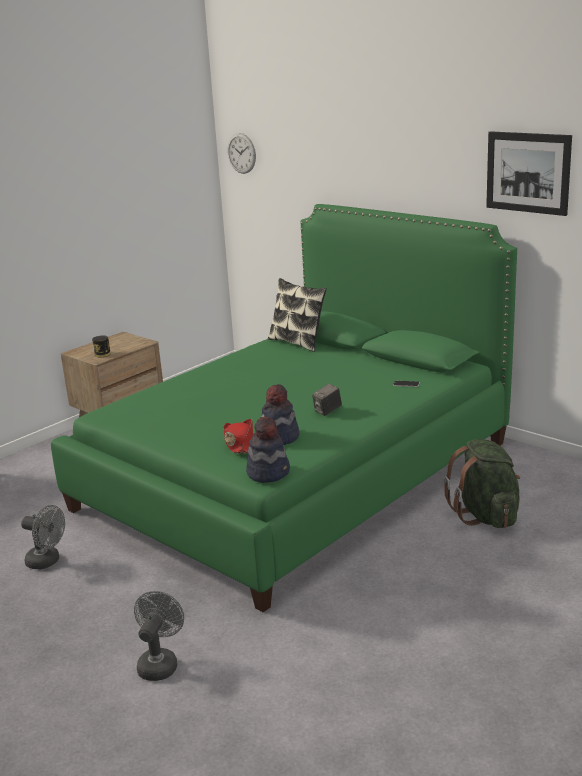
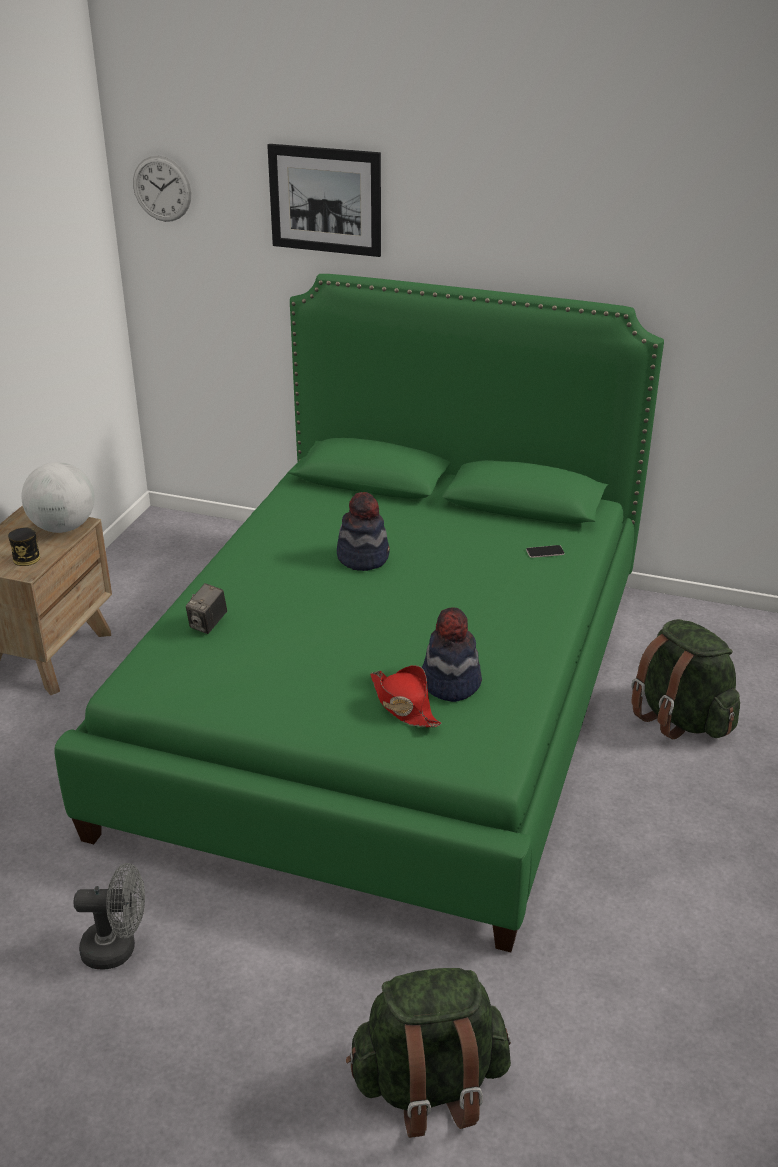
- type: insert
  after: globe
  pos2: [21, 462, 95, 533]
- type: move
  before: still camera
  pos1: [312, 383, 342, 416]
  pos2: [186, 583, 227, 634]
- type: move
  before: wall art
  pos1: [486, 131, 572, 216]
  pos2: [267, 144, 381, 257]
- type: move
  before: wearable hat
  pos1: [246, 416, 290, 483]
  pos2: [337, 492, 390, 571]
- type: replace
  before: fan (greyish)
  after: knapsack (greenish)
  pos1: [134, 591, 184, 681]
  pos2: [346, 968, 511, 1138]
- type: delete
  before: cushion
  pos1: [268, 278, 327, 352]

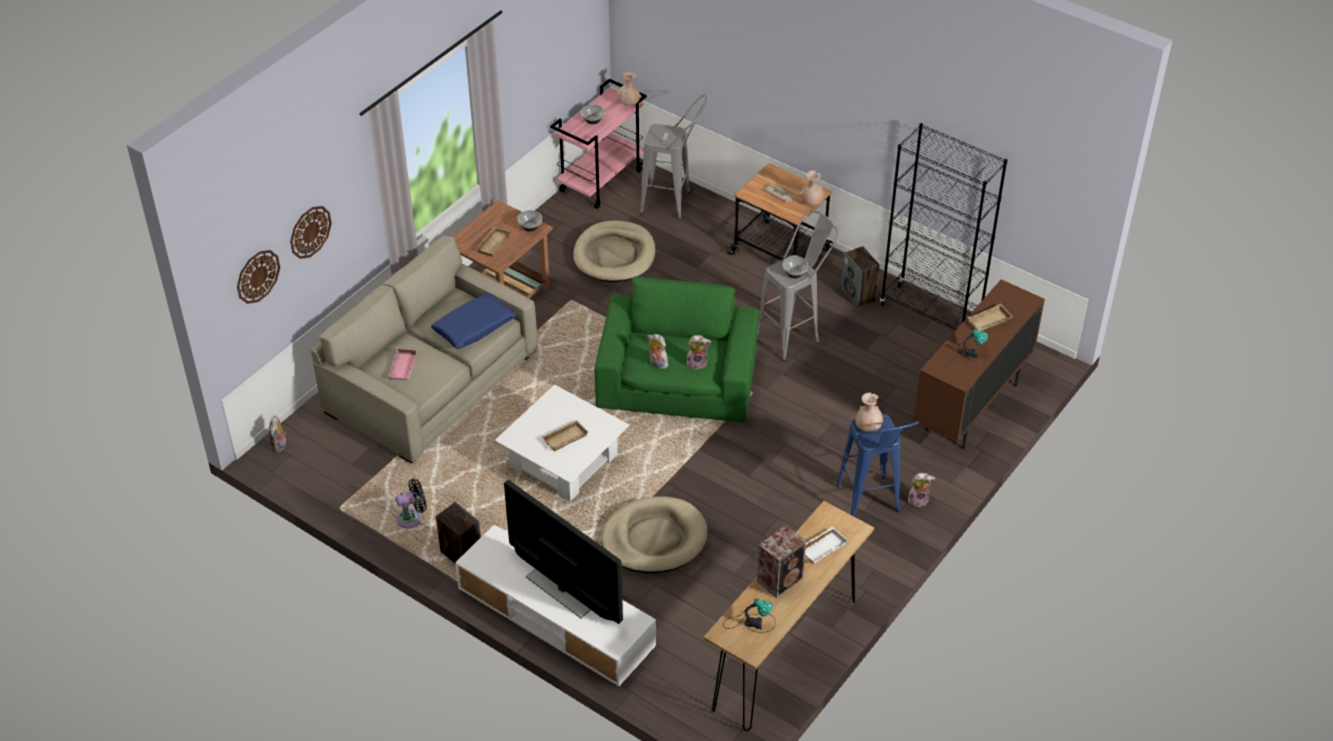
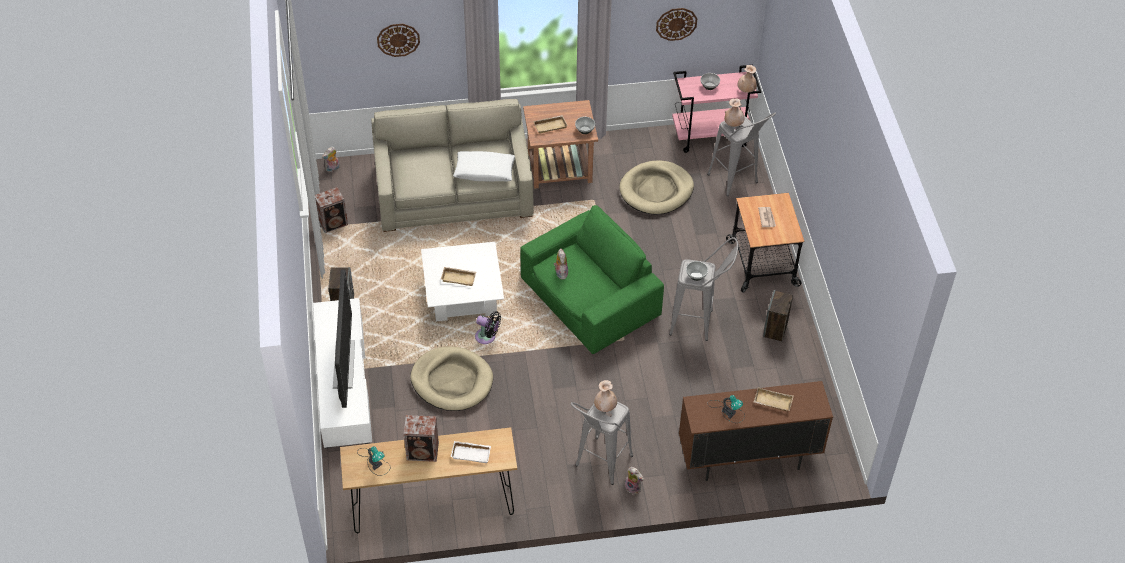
- type: insert
  after: loudspeaker
  pos2: [315, 187, 348, 233]
- type: recolor
  before: cushion (bluish)
  after: cushion (whitish)
  pos1: [431, 293, 516, 349]
  pos2: [453, 151, 515, 181]
- type: move
  before: fan (black-coloured)
  pos1: [395, 479, 427, 528]
  pos2: [475, 311, 501, 344]
- type: recolor
  before: sitting stool (bluish)
  after: sitting stool (greyish)
  pos1: [836, 414, 919, 516]
  pos2: [571, 401, 633, 485]
- type: move
  before: hanging clock
  pos1: [237, 250, 280, 304]
  pos2: [656, 8, 697, 41]
- type: move
  before: decorative vase (beige)
  pos1: [799, 170, 825, 205]
  pos2: [724, 98, 744, 127]
- type: delete
  before: carrying tray (pinkish)
  pos1: [388, 347, 418, 380]
- type: delete
  before: cuddly toy
  pos1: [687, 335, 711, 370]
- type: delete
  before: shelving unit (black-coloured)
  pos1: [880, 123, 1007, 330]

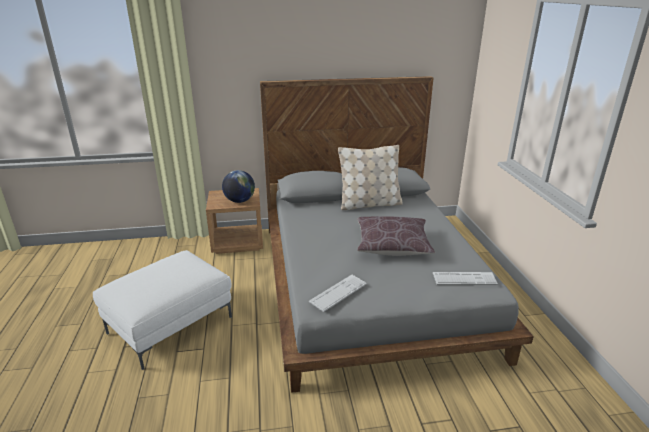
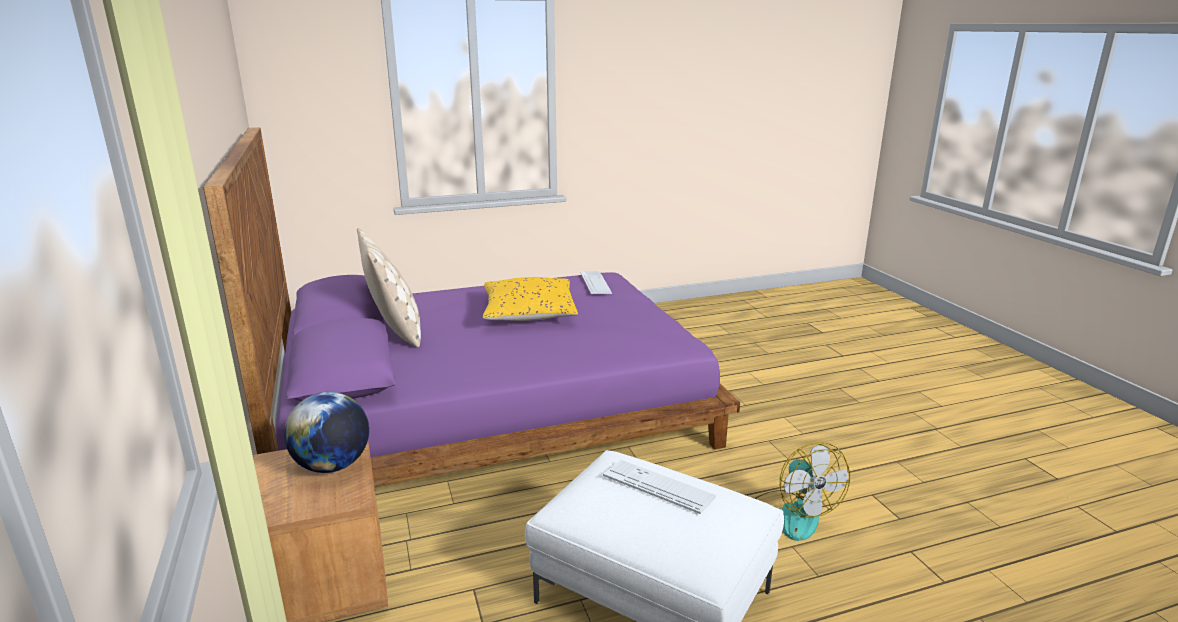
- type: recolor
  before: bed (greyish)
  after: bed (purple)
  pos1: [260, 76, 534, 393]
  pos2: [203, 127, 740, 487]
- type: recolor
  before: cushion (brownish)
  after: cushion (yellowish)
  pos1: [357, 216, 435, 256]
  pos2: [483, 277, 578, 321]
- type: move
  before: PC keyboard
  pos1: [309, 275, 367, 312]
  pos2: [603, 460, 716, 514]
- type: insert
  after: fan
  pos2: [754, 442, 850, 541]

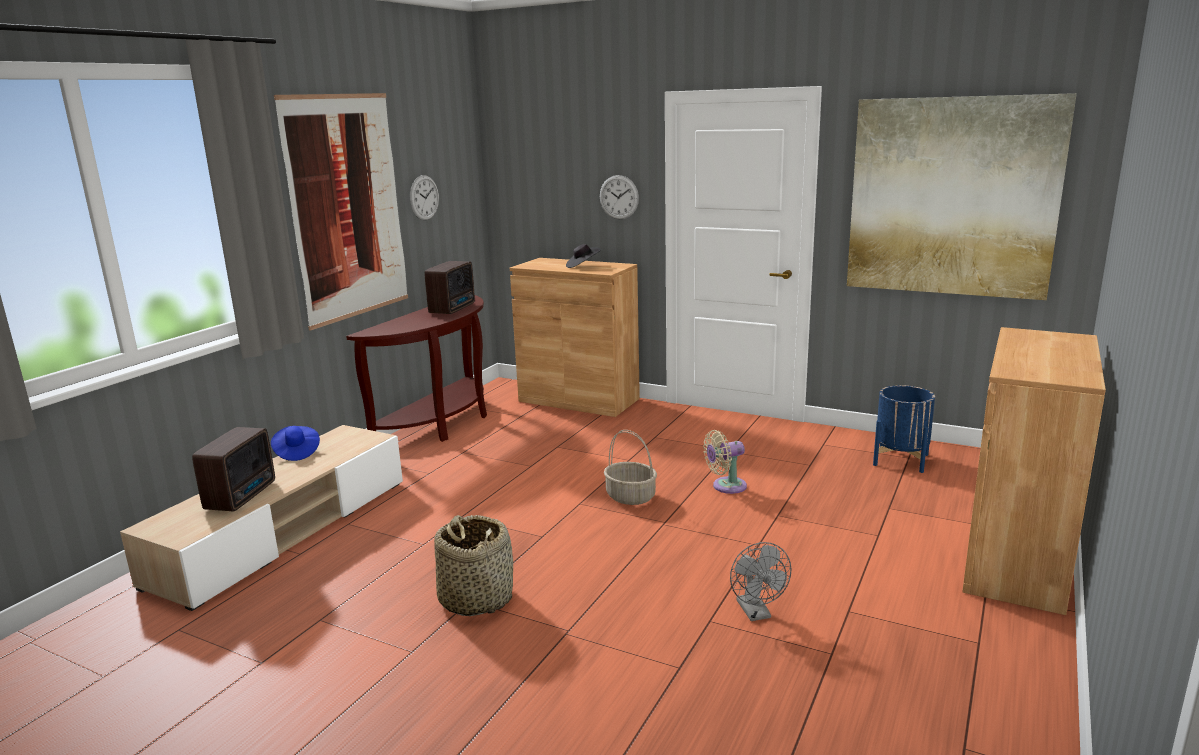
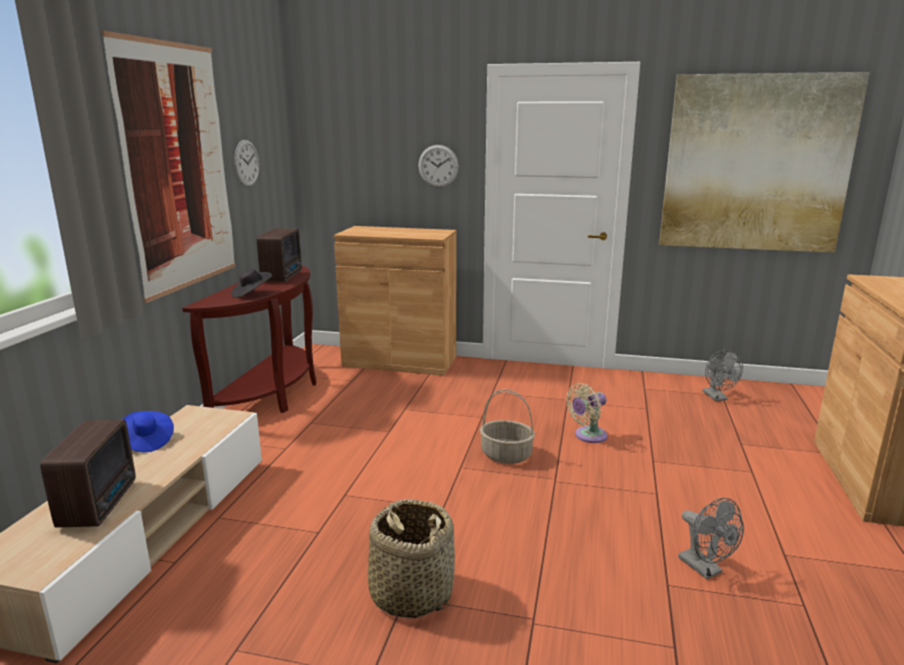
- type: move
  before: wearable hat (black-coloured)
  pos1: [566, 244, 601, 268]
  pos2: [231, 269, 272, 298]
- type: replace
  before: plant pot (bluish)
  after: fan (greyish)
  pos1: [873, 385, 935, 473]
  pos2: [702, 350, 743, 401]

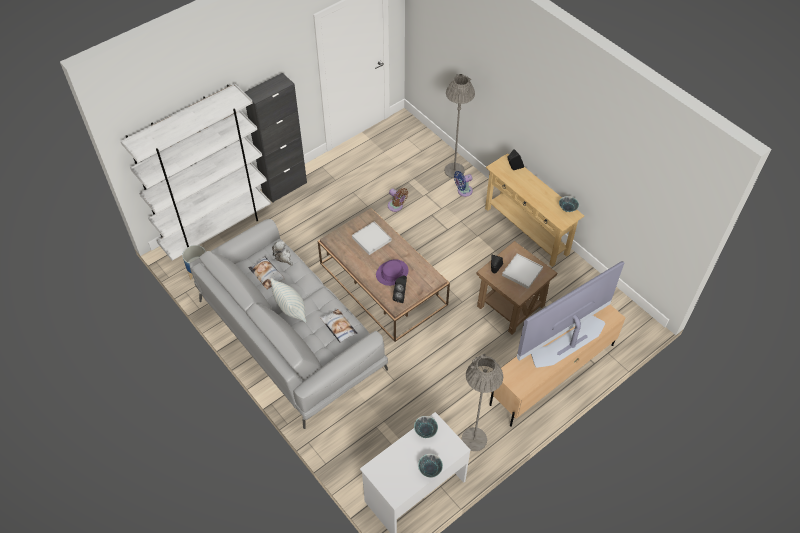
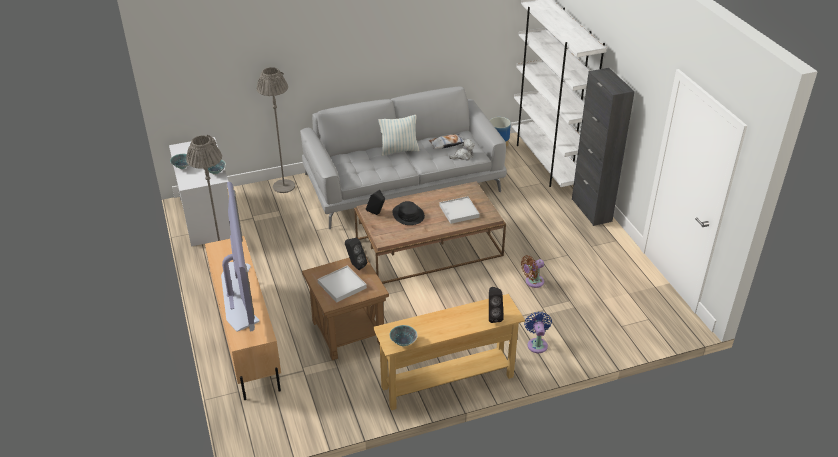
- type: move
  before: standard lamp (greyish)
  pos1: [444, 74, 475, 178]
  pos2: [257, 67, 295, 193]
- type: recolor
  before: wearable hat (purple)
  after: wearable hat (black-coloured)
  pos1: [376, 259, 409, 286]
  pos2: [392, 201, 425, 225]
- type: delete
  before: cushion
  pos1: [320, 309, 358, 343]

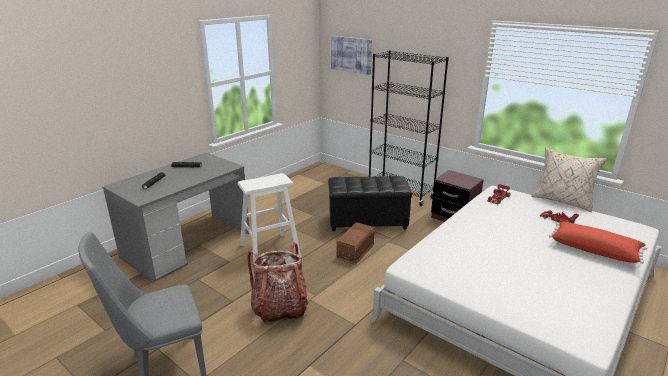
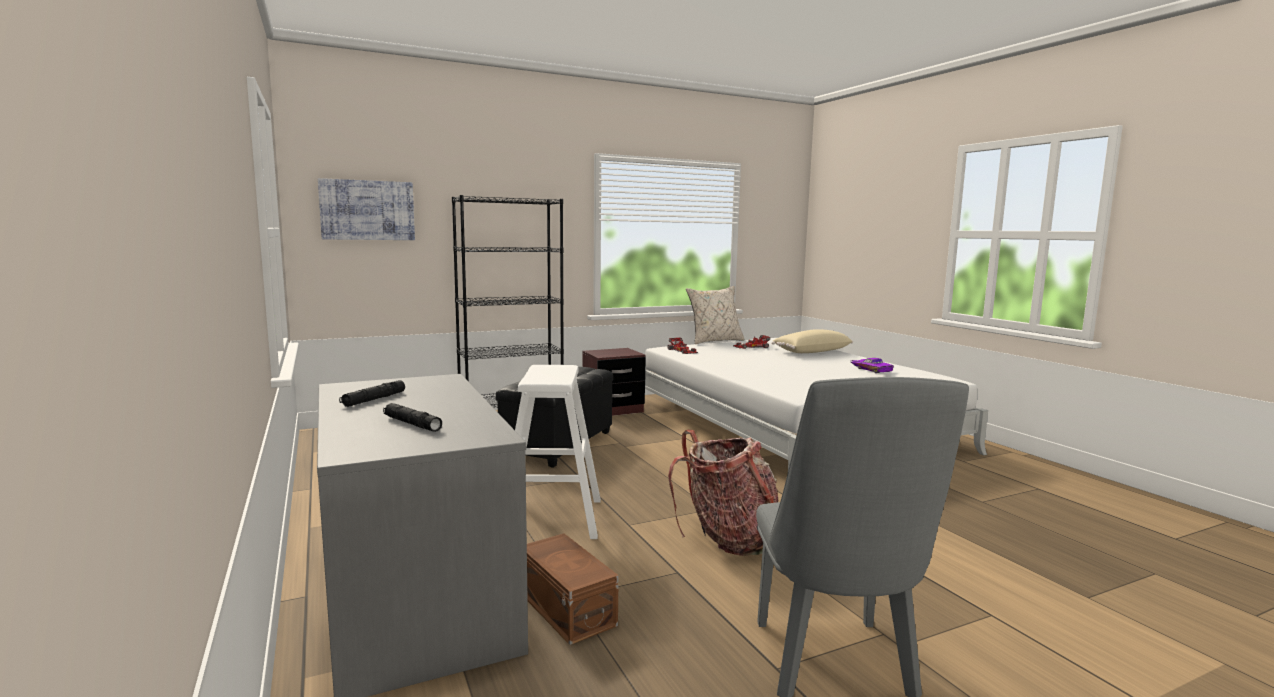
- type: move
  before: storage bin (brownish)
  pos1: [337, 222, 375, 265]
  pos2: [527, 533, 619, 645]
- type: recolor
  before: cushion (reddish)
  after: cushion (beige)
  pos1: [549, 222, 648, 264]
  pos2: [772, 329, 853, 353]
- type: insert
  after: miniature car (purple)
  pos2: [851, 358, 894, 373]

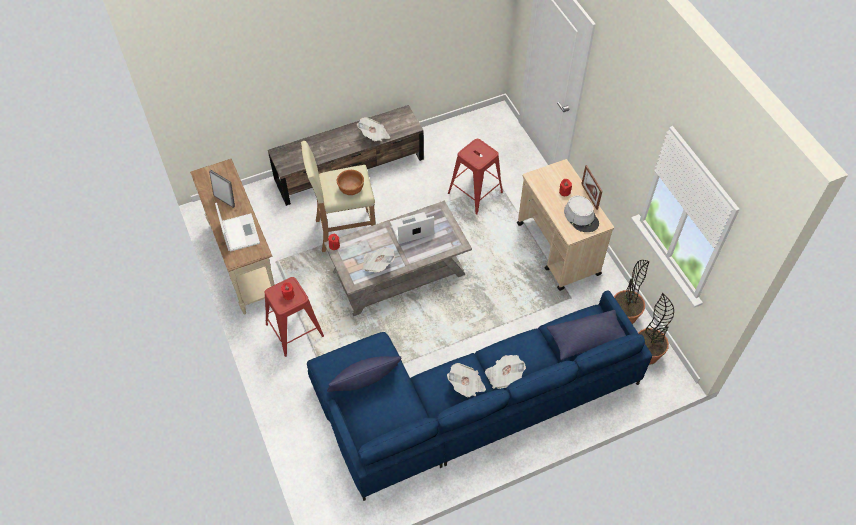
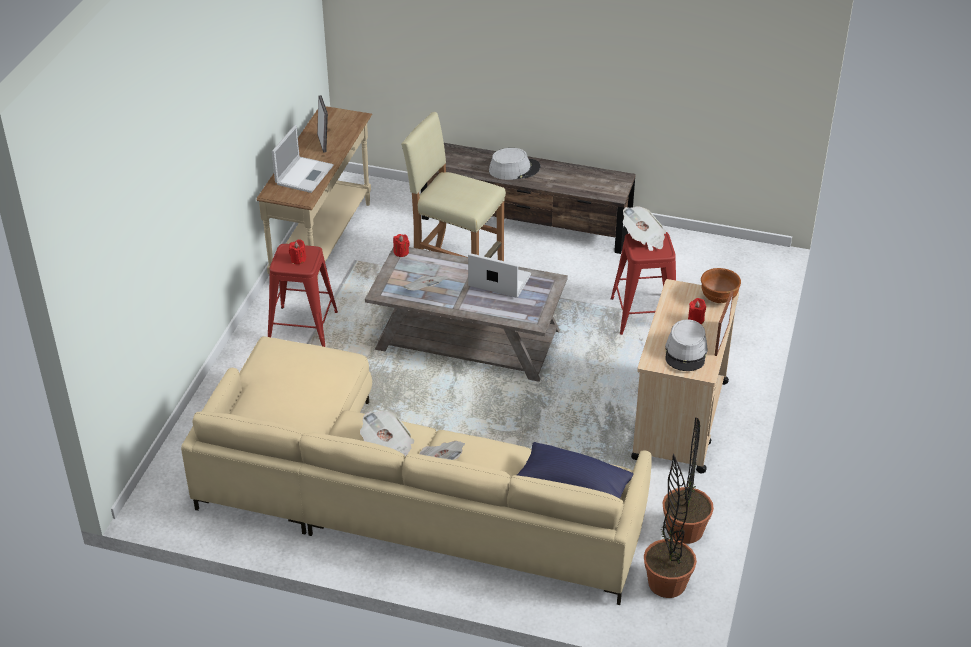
- type: recolor
  before: settee (bluish)
  after: settee (beige)
  pos1: [307, 291, 652, 501]
  pos2: [181, 336, 652, 605]
- type: insert
  after: wearable hat (greyish)
  pos2: [489, 148, 541, 180]
- type: move
  before: printed paper
  pos1: [357, 117, 391, 142]
  pos2: [623, 206, 666, 249]
- type: move
  before: bowl (brownish)
  pos1: [337, 170, 364, 195]
  pos2: [701, 268, 741, 303]
- type: delete
  before: cushion (bluish)
  pos1: [327, 356, 401, 392]

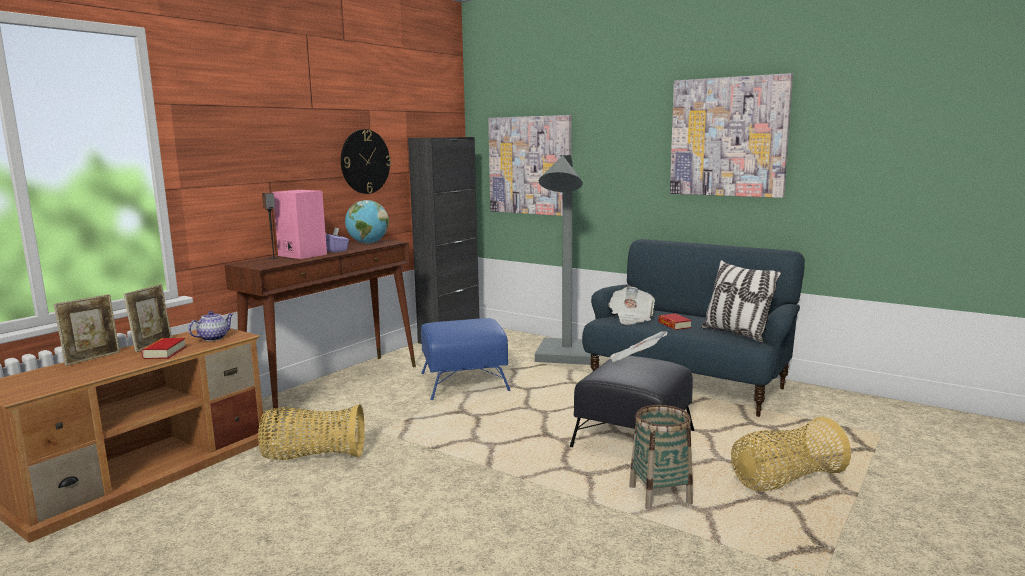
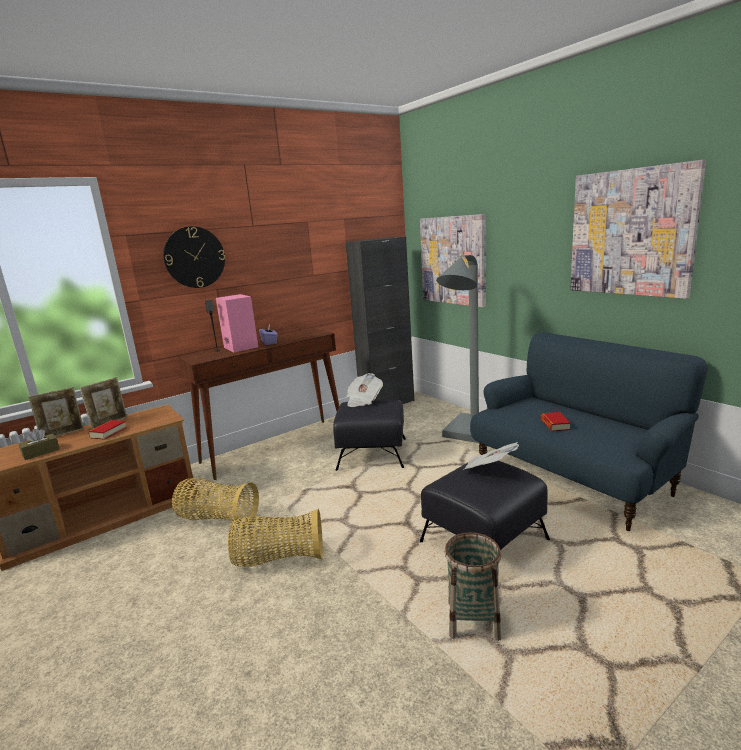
- type: insert
  after: box of tissues (brownish)
  pos2: [19, 429, 60, 460]
- type: move
  before: hanging clock
  pos1: [341, 129, 391, 194]
  pos2: [163, 226, 225, 288]
- type: move
  before: household basket
  pos1: [731, 417, 851, 491]
  pos2: [228, 509, 323, 567]
- type: recolor
  before: ottoman (bluish)
  after: ottoman (black-coloured)
  pos1: [421, 318, 511, 400]
  pos2: [333, 400, 406, 471]
- type: move
  before: printed paper
  pos1: [609, 287, 655, 325]
  pos2: [346, 373, 383, 407]
- type: delete
  before: teapot
  pos1: [188, 311, 233, 341]
- type: delete
  before: globe
  pos1: [345, 200, 389, 244]
- type: delete
  before: cushion
  pos1: [701, 260, 782, 342]

